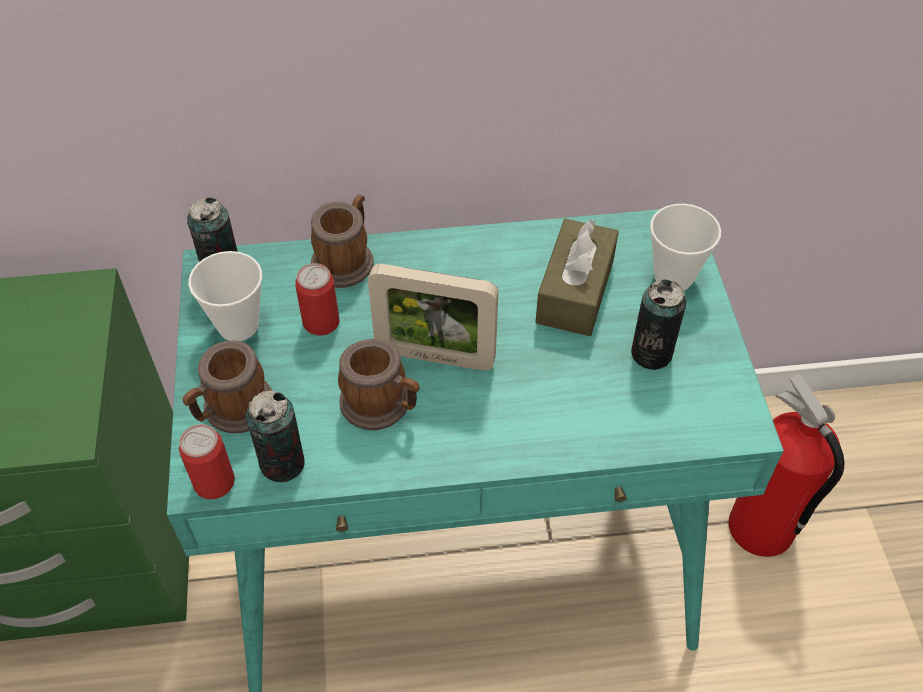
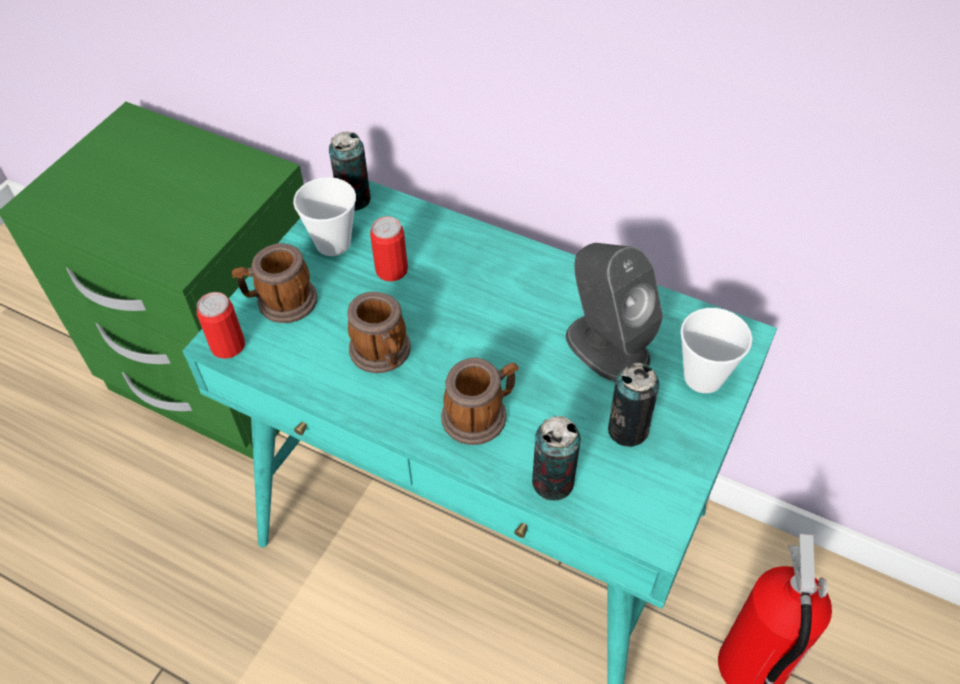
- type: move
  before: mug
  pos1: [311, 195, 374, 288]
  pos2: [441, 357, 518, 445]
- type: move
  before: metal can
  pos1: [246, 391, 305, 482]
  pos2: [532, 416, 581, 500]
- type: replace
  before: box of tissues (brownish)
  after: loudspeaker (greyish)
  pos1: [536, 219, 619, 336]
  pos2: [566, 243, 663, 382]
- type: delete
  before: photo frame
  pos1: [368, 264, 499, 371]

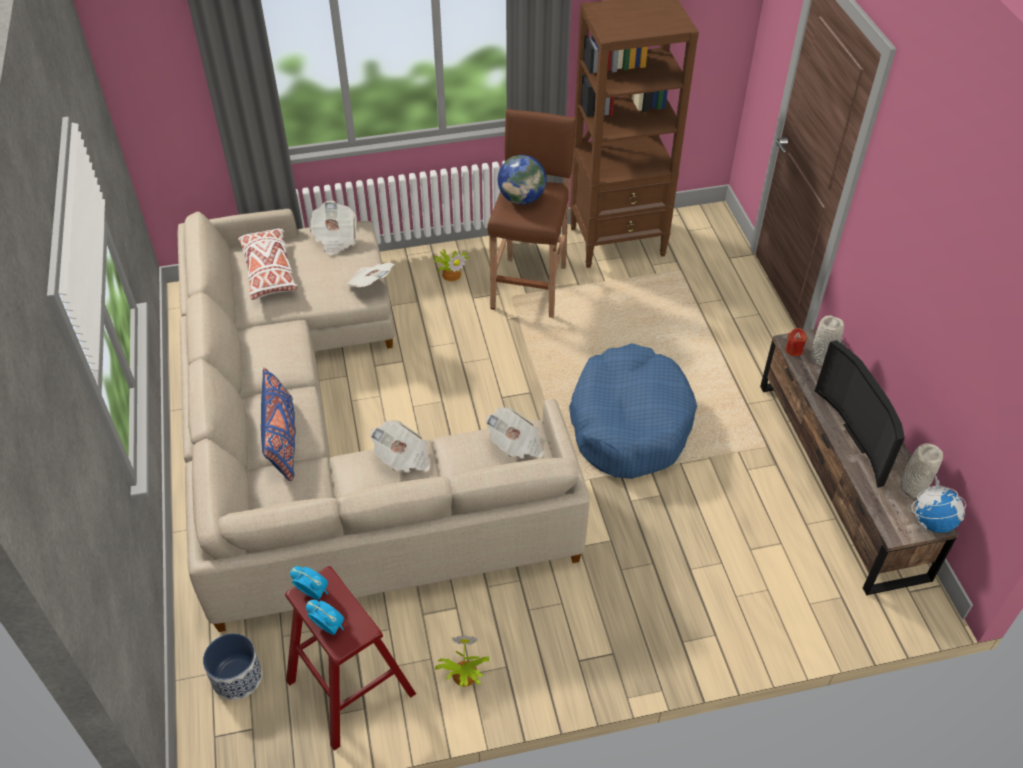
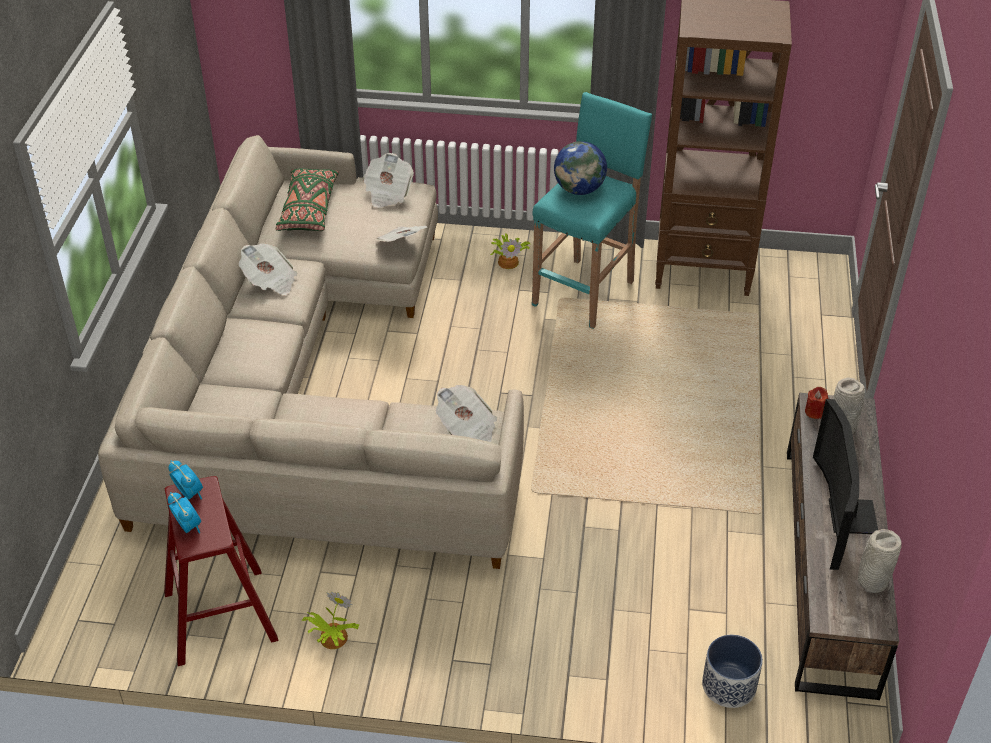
- type: move
  before: printed paper
  pos1: [370, 420, 430, 473]
  pos2: [238, 243, 297, 295]
- type: recolor
  before: cushion (whitish)
  after: cushion (greenish)
  pos1: [237, 228, 297, 300]
  pos2: [276, 168, 339, 231]
- type: recolor
  before: sitting stool (brownish)
  after: sitting stool (blue-green)
  pos1: [487, 109, 576, 318]
  pos2: [532, 92, 652, 329]
- type: move
  before: plant pot
  pos1: [203, 633, 262, 700]
  pos2: [702, 635, 763, 708]
- type: delete
  before: cushion (bluish)
  pos1: [261, 368, 296, 481]
- type: delete
  before: dog cushion (bluish)
  pos1: [569, 343, 697, 479]
- type: delete
  before: globe
  pos1: [912, 476, 966, 533]

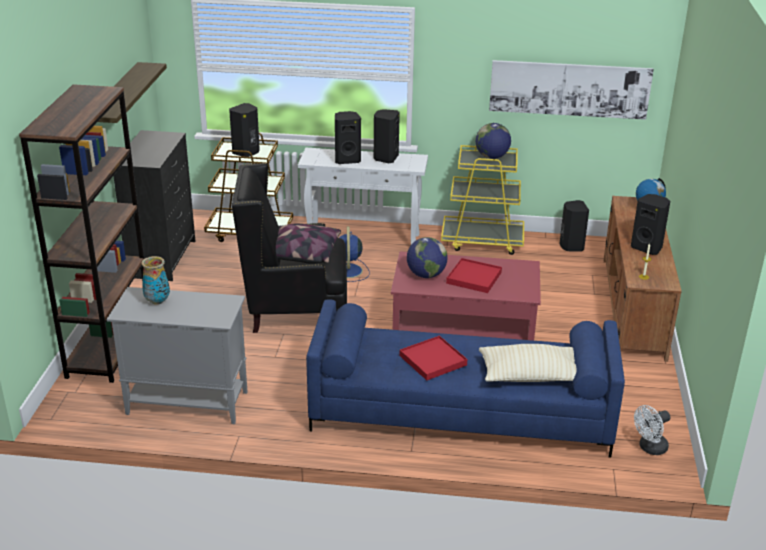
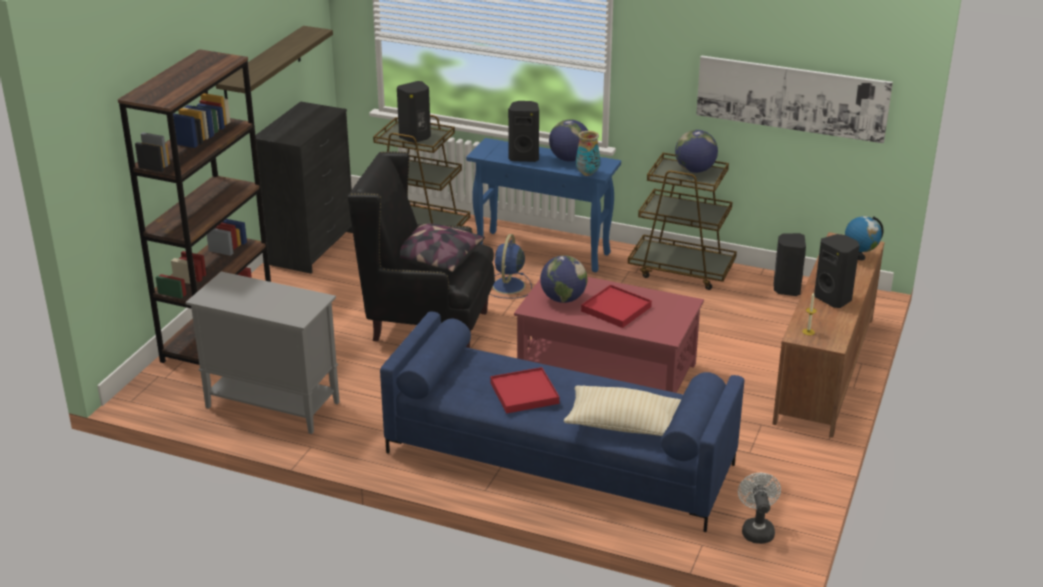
- type: recolor
  before: hall table (whitish)
  after: hall table (bluish)
  pos1: [298, 148, 428, 244]
  pos2: [466, 138, 621, 272]
- type: replace
  before: loudspeaker (black-coloured)
  after: globe
  pos1: [374, 109, 400, 163]
  pos2: [549, 119, 588, 162]
- type: move
  before: decorative vase
  pos1: [141, 256, 170, 305]
  pos2: [576, 131, 600, 176]
- type: recolor
  before: cart (yellowish)
  after: cart (brownish)
  pos1: [441, 145, 524, 255]
  pos2: [628, 153, 737, 290]
- type: rotate
  before: fan (whitish)
  pos1: [634, 405, 671, 455]
  pos2: [738, 473, 781, 544]
  turn: 105

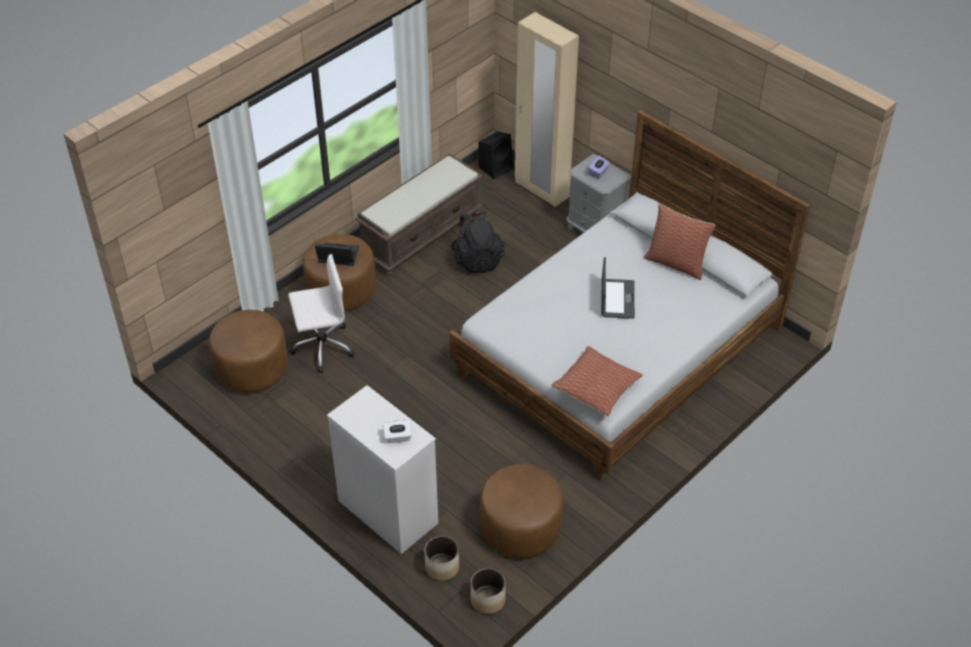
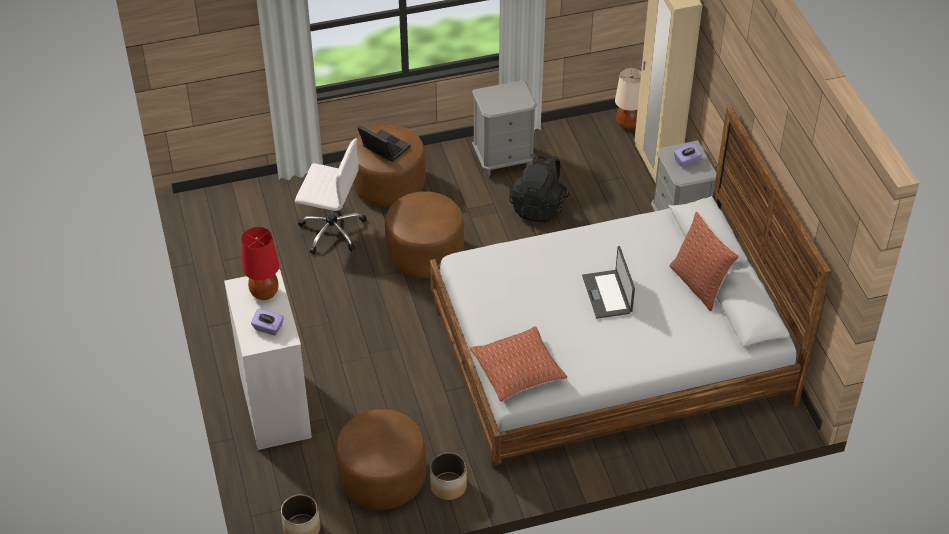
- type: insert
  after: tabletop lamp (reddish)
  pos2: [241, 227, 279, 300]
- type: recolor
  before: box of tissues (whitish)
  after: box of tissues (purple)
  pos1: [383, 420, 412, 443]
  pos2: [251, 309, 284, 335]
- type: move
  before: ottoman (brownish)
  pos1: [209, 310, 288, 392]
  pos2: [385, 191, 464, 278]
- type: move
  before: plant pot
  pos1: [425, 536, 459, 581]
  pos2: [430, 452, 467, 500]
- type: replace
  before: bench (brownish)
  after: night table (greyish)
  pos1: [355, 153, 483, 276]
  pos2: [472, 80, 537, 177]
- type: rotate
  before: notebook computer
  pos1: [601, 257, 635, 319]
  pos2: [582, 246, 635, 319]
  turn: 135
- type: replace
  before: loudspeaker (black-coloured)
  after: tabletop lamp (beige)
  pos1: [478, 131, 514, 179]
  pos2: [615, 68, 641, 129]

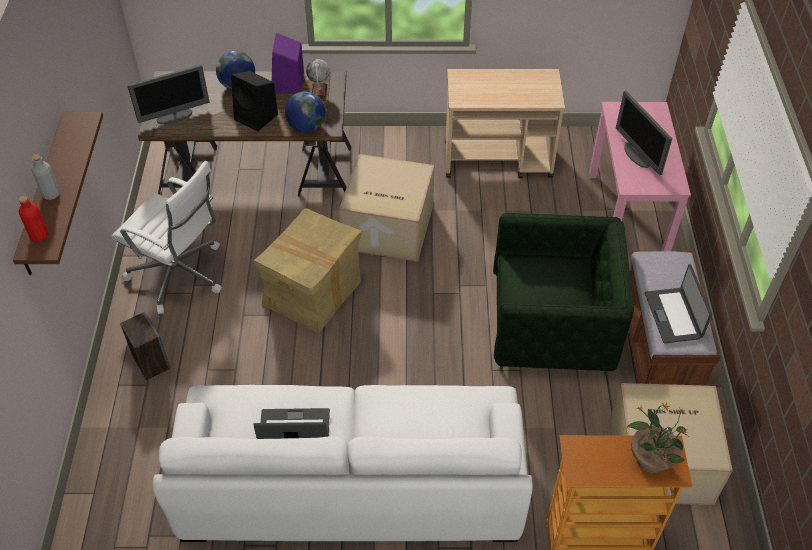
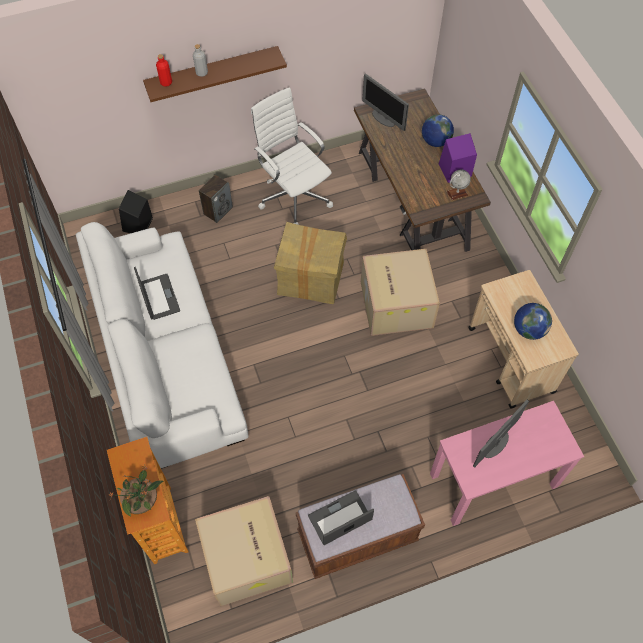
- type: move
  before: loudspeaker (black-coloured)
  pos1: [231, 71, 278, 132]
  pos2: [119, 190, 153, 233]
- type: rotate
  before: desk chair (whitish)
  pos1: [111, 161, 222, 314]
  pos2: [251, 87, 333, 225]
  turn: 135
- type: move
  before: globe
  pos1: [285, 91, 326, 132]
  pos2: [514, 303, 552, 340]
- type: delete
  before: armchair (greenish)
  pos1: [493, 213, 634, 376]

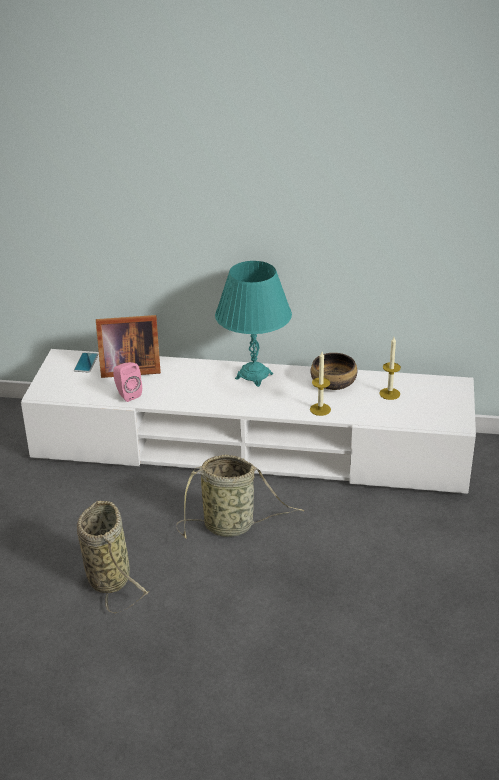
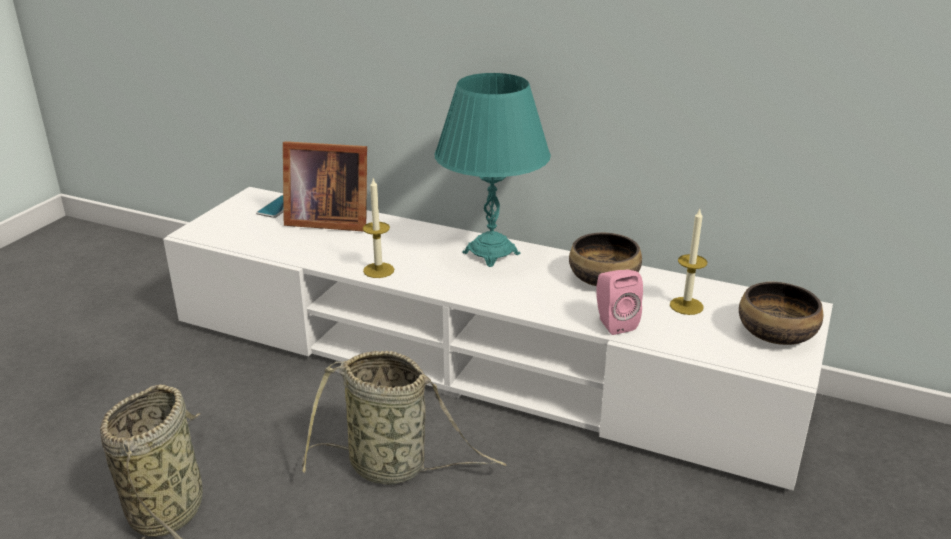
- type: move
  before: wax candle
  pos1: [310, 352, 331, 416]
  pos2: [363, 179, 394, 278]
- type: move
  before: loudspeaker (pinkish)
  pos1: [113, 362, 142, 402]
  pos2: [596, 269, 643, 335]
- type: insert
  after: bowl
  pos2: [739, 282, 823, 345]

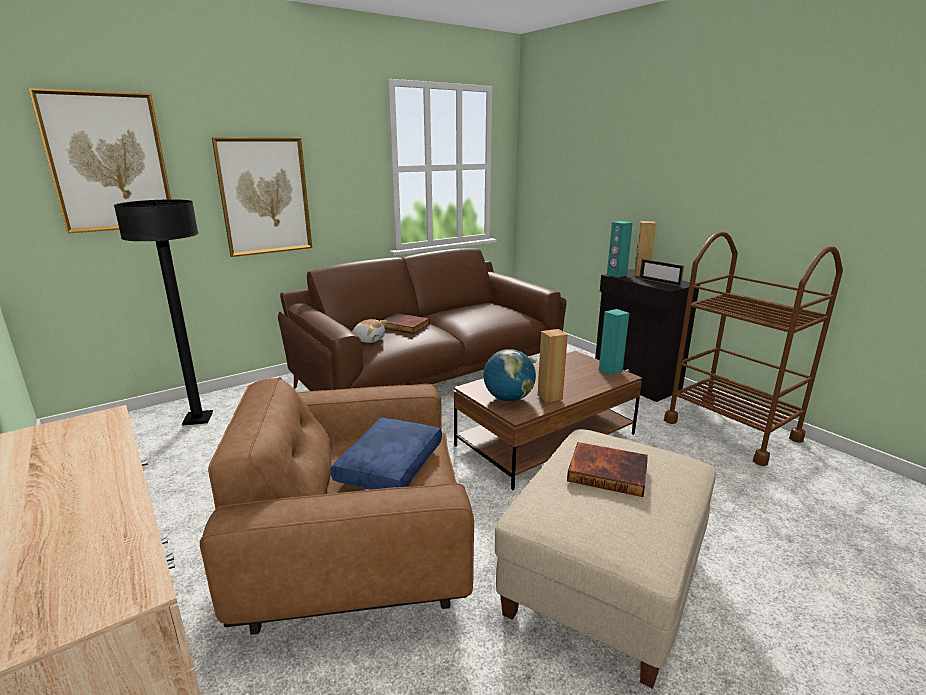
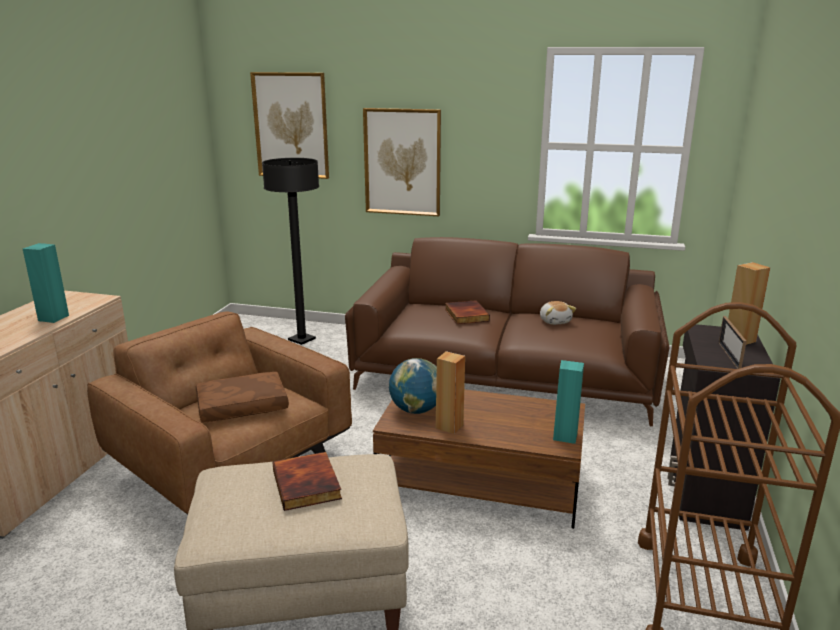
- type: move
  before: loudspeaker (blue-green)
  pos1: [607, 221, 633, 277]
  pos2: [23, 243, 69, 323]
- type: recolor
  before: cushion (bluish)
  after: cushion (brownish)
  pos1: [330, 418, 442, 490]
  pos2: [196, 372, 289, 422]
- type: move
  before: cuddly toy
  pos1: [353, 319, 388, 343]
  pos2: [540, 301, 576, 325]

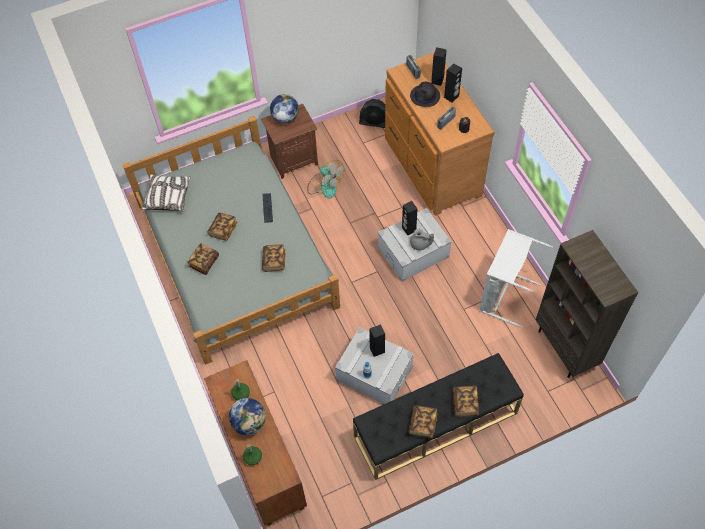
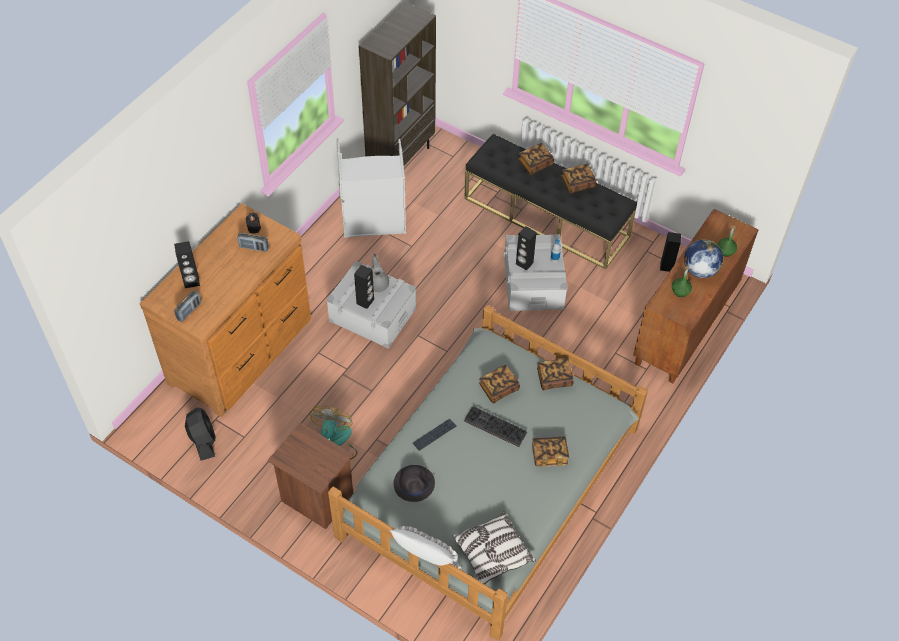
- type: insert
  after: cushion (whitish)
  pos2: [389, 526, 461, 569]
- type: move
  before: wearable hat (black-coloured)
  pos1: [410, 82, 440, 107]
  pos2: [394, 465, 435, 502]
- type: insert
  after: PC keyboard
  pos2: [464, 406, 527, 447]
- type: move
  before: volume
  pos1: [208, 213, 237, 241]
  pos2: [537, 358, 574, 391]
- type: move
  before: loudspeaker (black-coloured)
  pos1: [444, 64, 462, 103]
  pos2: [660, 232, 681, 272]
- type: delete
  before: globe
  pos1: [270, 94, 299, 124]

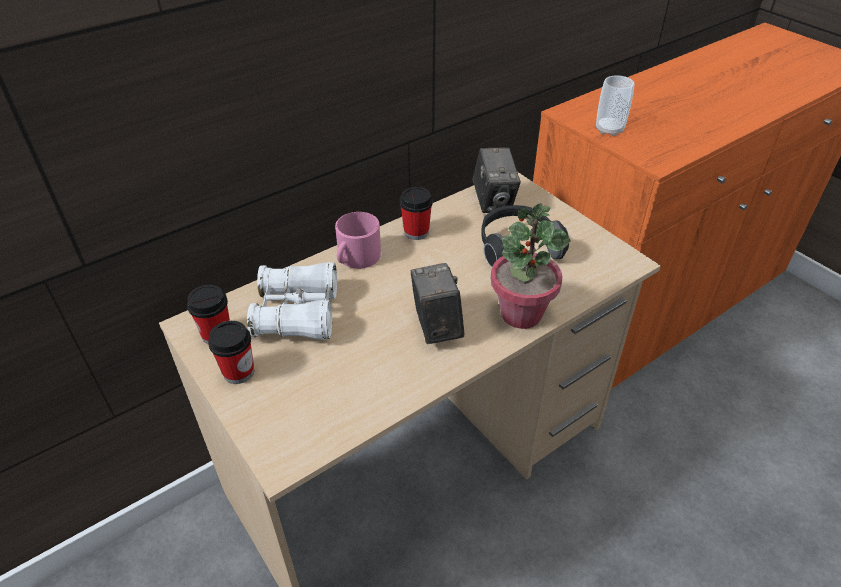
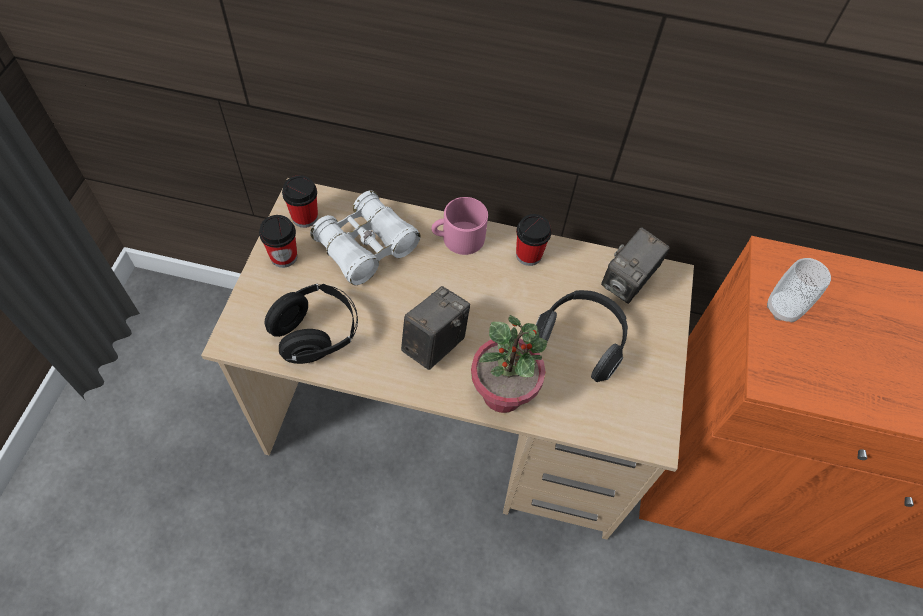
- type: insert
  after: pair of headphones (black-coloured)
  pos2: [265, 284, 358, 364]

